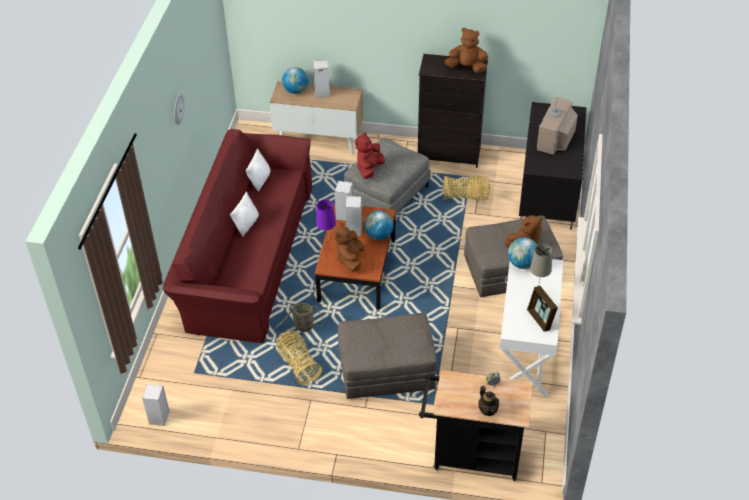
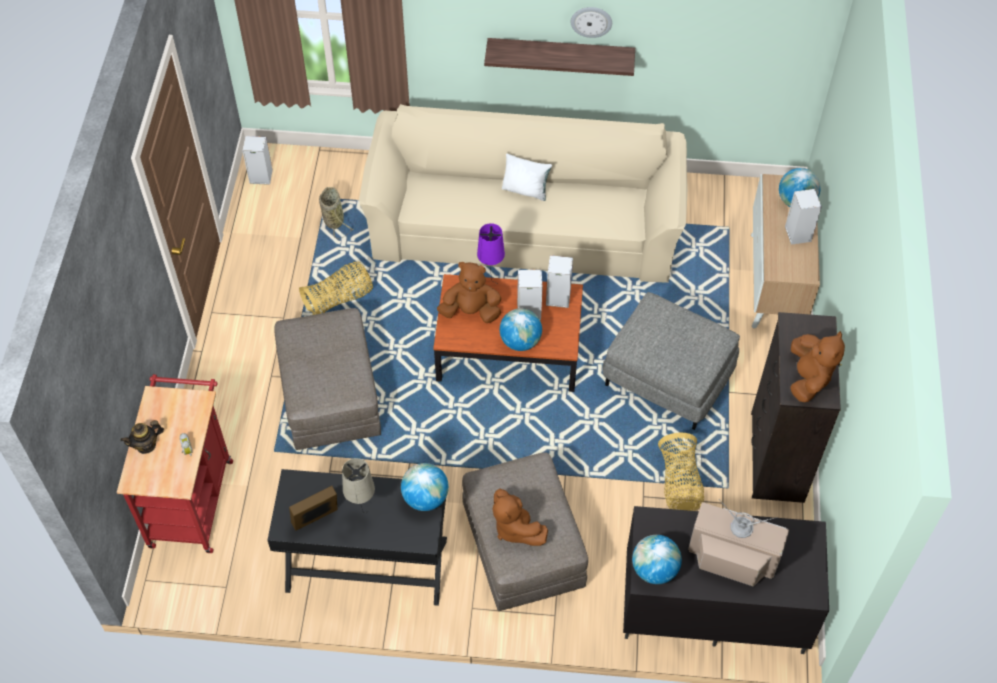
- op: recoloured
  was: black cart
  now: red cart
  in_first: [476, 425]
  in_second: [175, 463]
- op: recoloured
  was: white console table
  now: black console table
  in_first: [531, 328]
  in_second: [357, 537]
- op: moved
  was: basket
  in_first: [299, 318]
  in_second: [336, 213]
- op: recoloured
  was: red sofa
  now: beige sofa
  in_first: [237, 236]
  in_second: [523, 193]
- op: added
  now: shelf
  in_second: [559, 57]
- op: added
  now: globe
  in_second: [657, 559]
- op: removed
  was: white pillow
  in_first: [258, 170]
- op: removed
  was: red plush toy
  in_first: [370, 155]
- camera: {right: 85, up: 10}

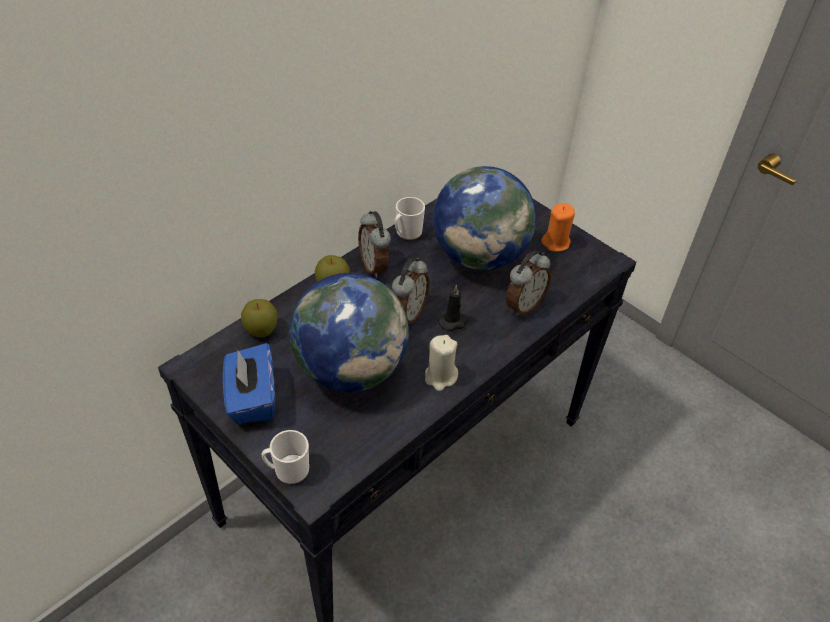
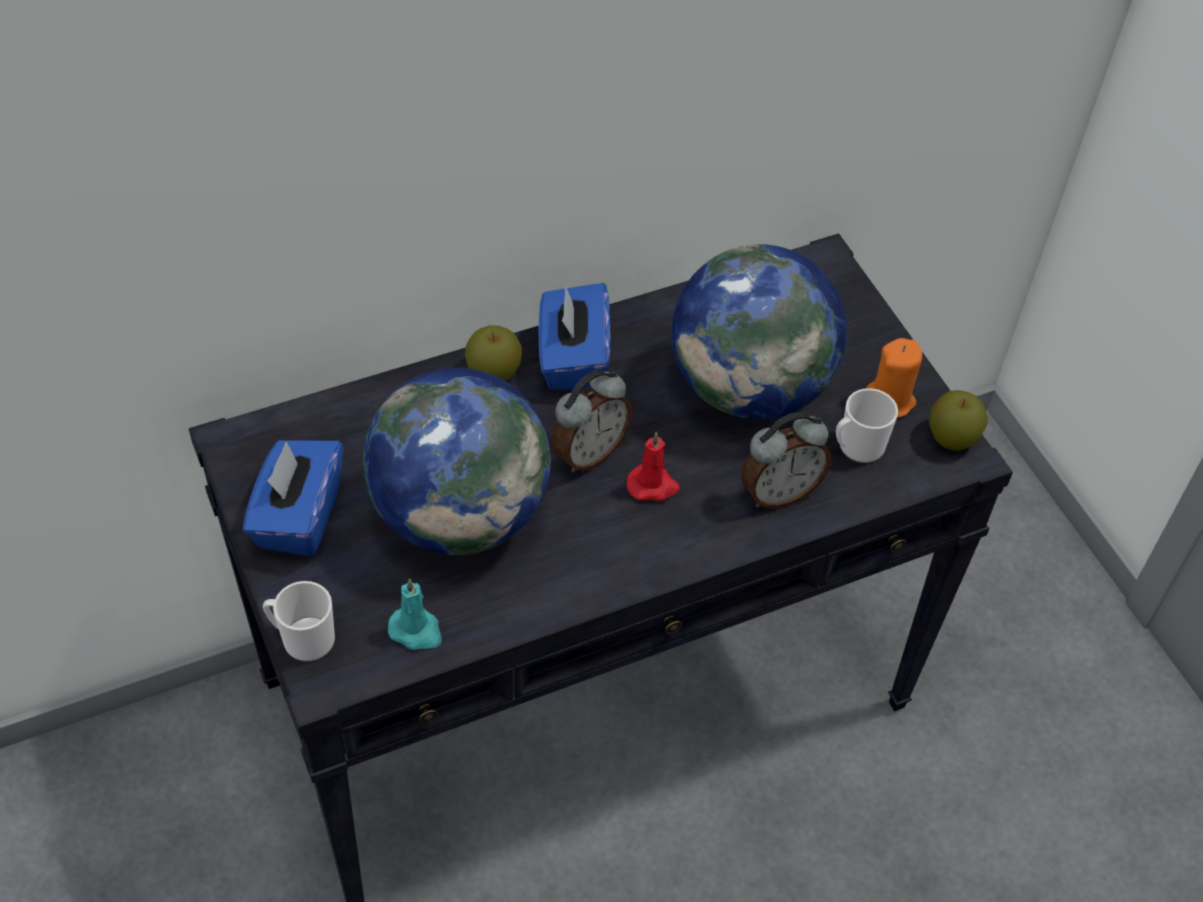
- op: added
  now: turquoise candle
  in_second: [415, 614]
- op: replaced
  was: alarm clock
  now: blue tissue box
  in_first: [374, 244]
  in_second: [574, 336]
- op: recoloured
  was: black candle
  now: red candle
  in_first: [453, 308]
  in_second: [653, 466]
- op: moved
  was: mug
  in_first: [409, 218]
  in_second: [867, 425]
- op: moved
  was: apple
  in_first: [259, 318]
  in_second: [958, 420]
- op: removed
  was: beige candle
  in_first: [441, 363]
- camera: {right: 20, up: 5}

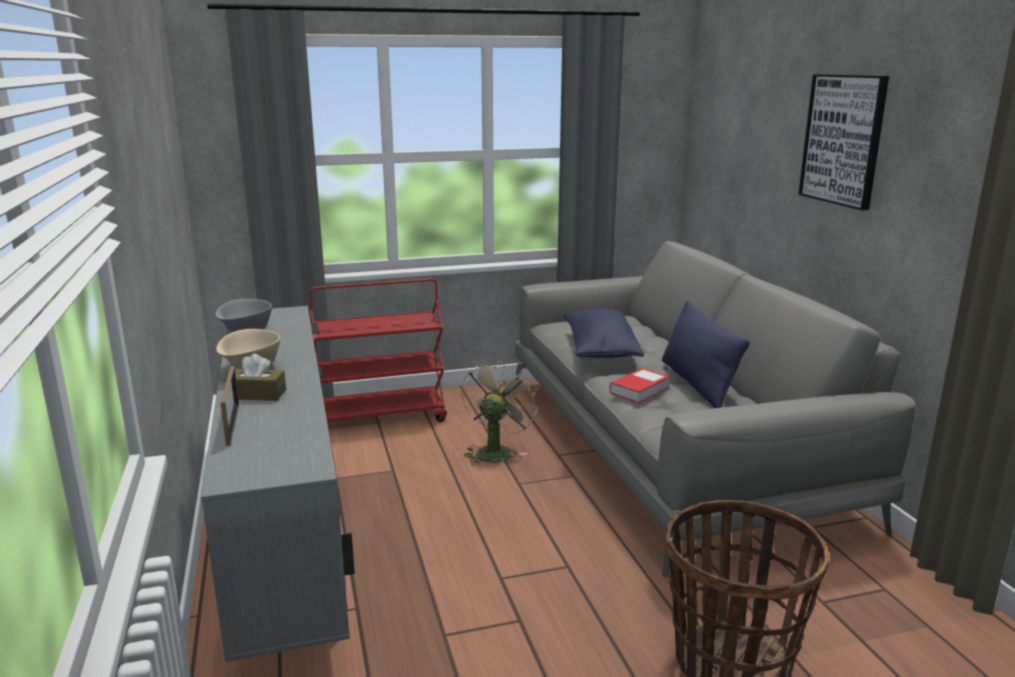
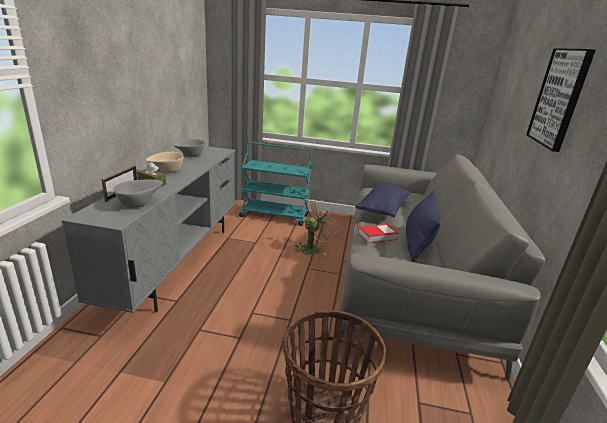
- op: added
  now: grey bowl
  in_second: [138, 194]
- op: recoloured
  was: red cart
  now: turquoise cart
  in_first: [378, 351]
  in_second: [275, 184]
- camera: {right: 25, up: 5}

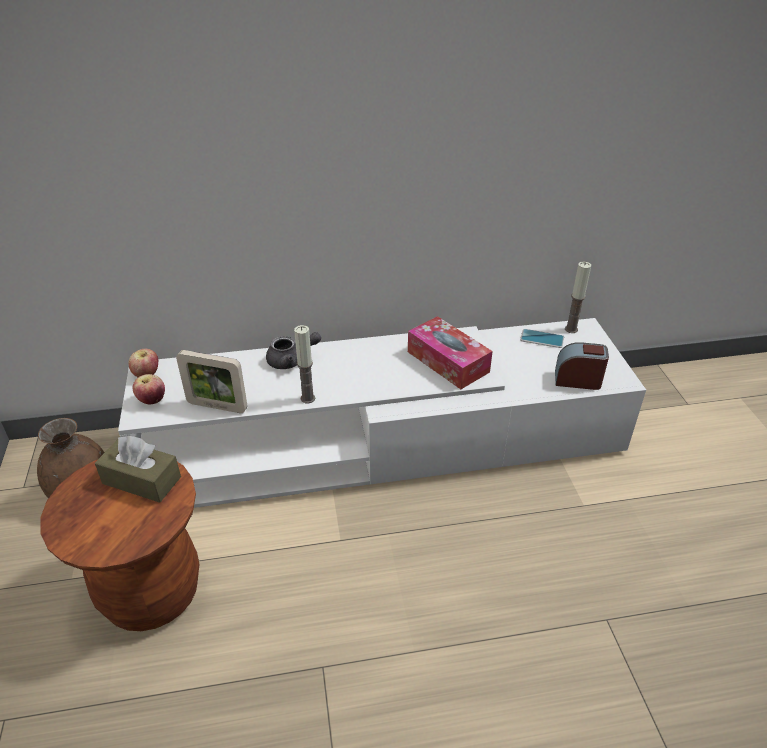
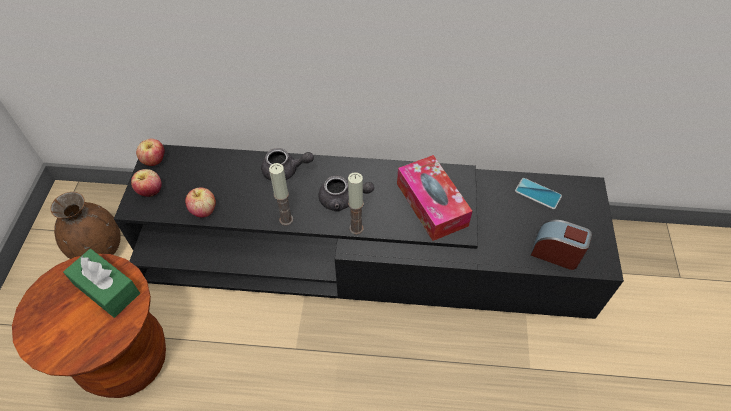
- op: recoloured
  was: brown tissue box
  now: green tissue box
  in_first: [138, 469]
  in_second: [101, 283]
- op: recoloured
  was: white tv stand
  now: black tv stand
  in_first: [382, 413]
  in_second: [369, 232]
- op: replaced
  was: picture frame
  now: apple
  in_first: [211, 381]
  in_second: [200, 202]
- op: added
  now: grey teapot
  in_second: [346, 194]
- op: moved
  was: candle
  in_first: [578, 297]
  in_second: [356, 203]
- camera: {right: 15, up: 15}

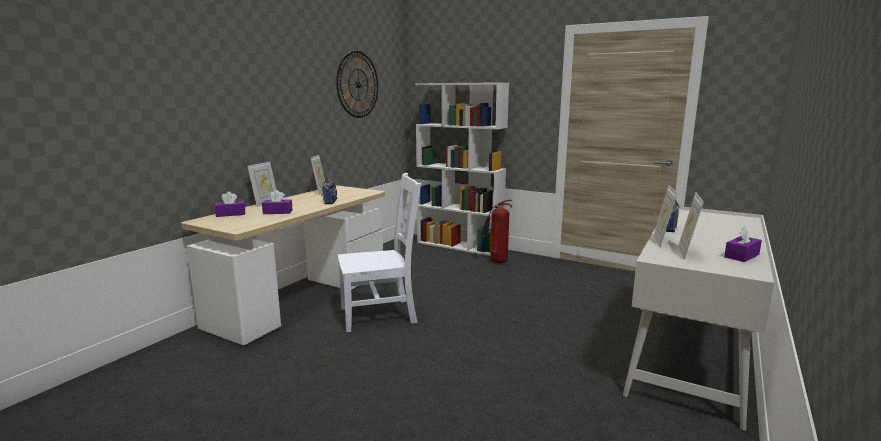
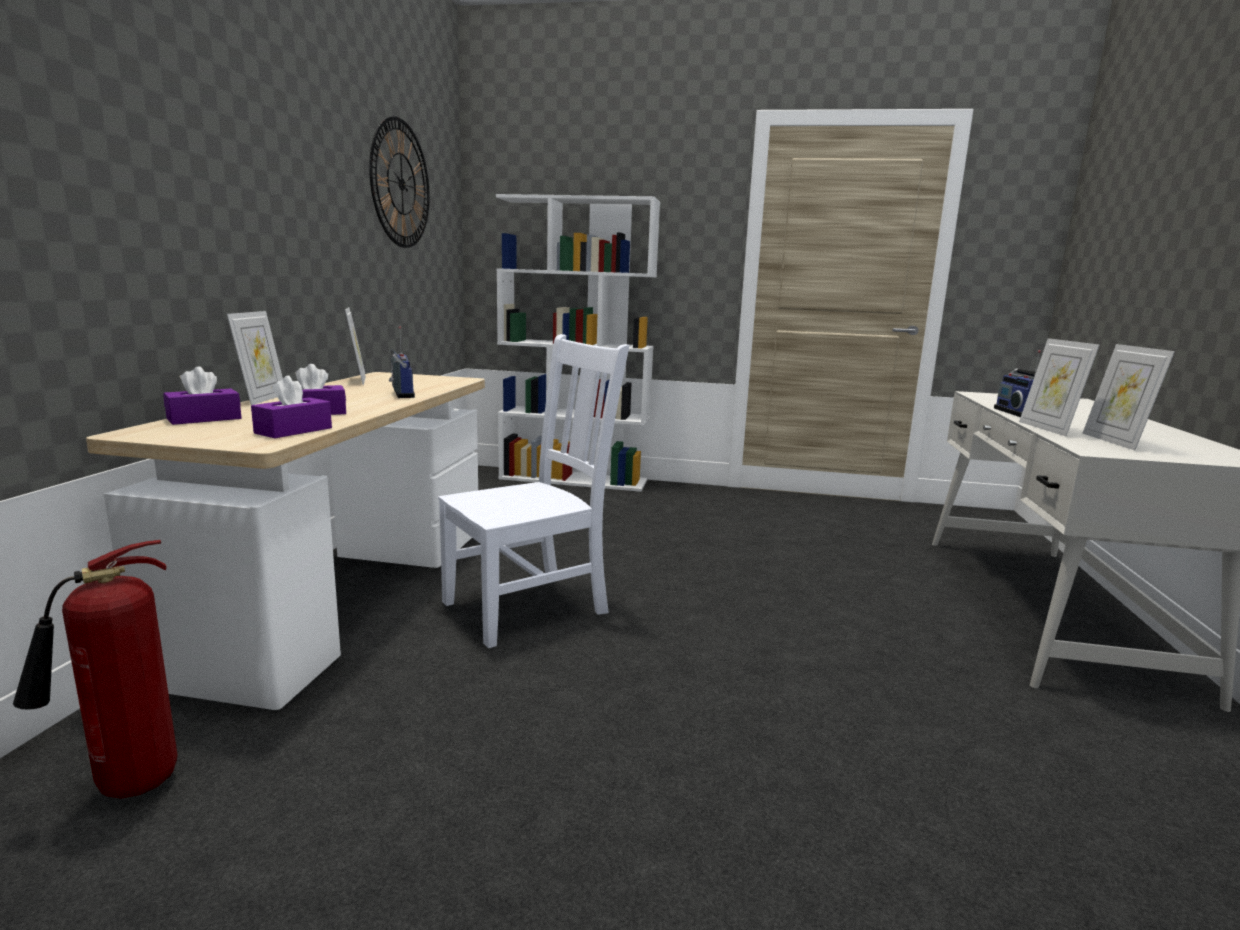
- op: moved
  was: fire extinguisher
  in_first: [496, 231]
  in_second: [95, 669]
- op: moved
  was: purple tissue box
  in_first: [743, 244]
  in_second: [291, 407]
- camera: {right: -20, up: 0}

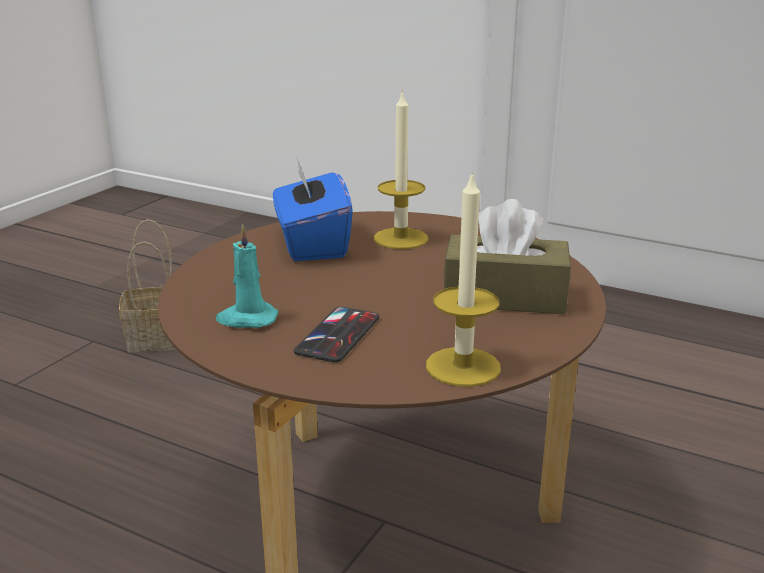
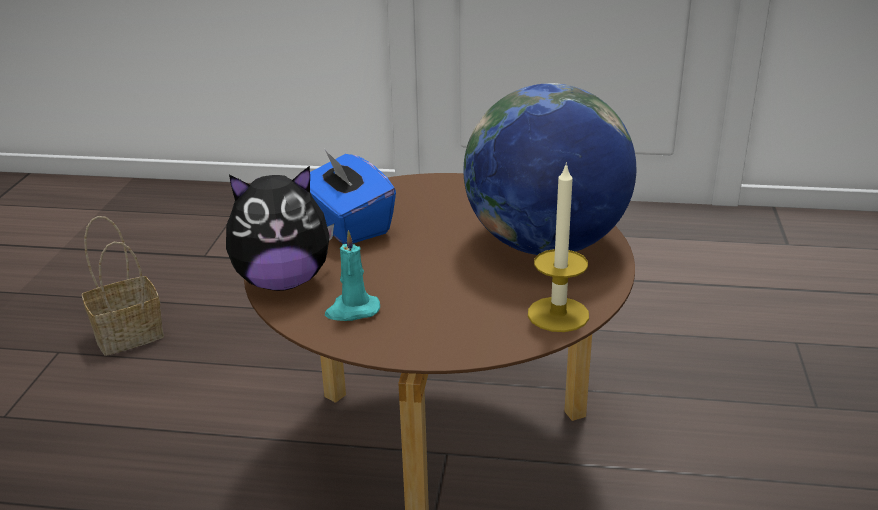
- op: added
  now: plush toy
  in_second: [280, 228]
- op: replaced
  was: brown tissue box
  now: globe
  in_first: [507, 256]
  in_second: [549, 169]
- op: removed
  was: phone
  in_first: [336, 335]
- op: removed
  was: candle
  in_first: [401, 169]
- camera: {right: -20, up: 5}

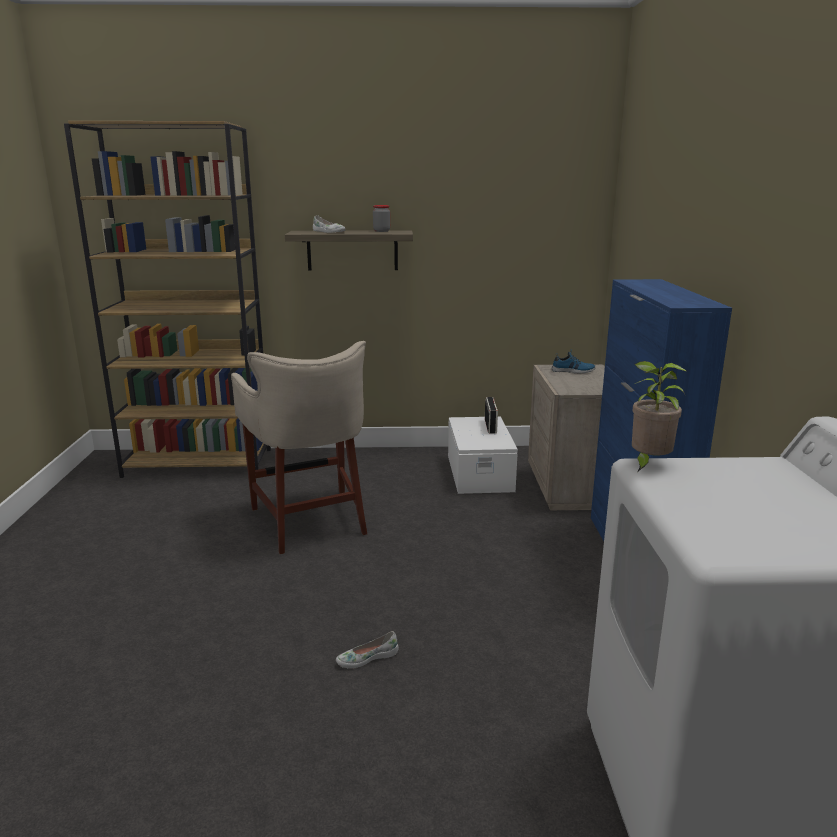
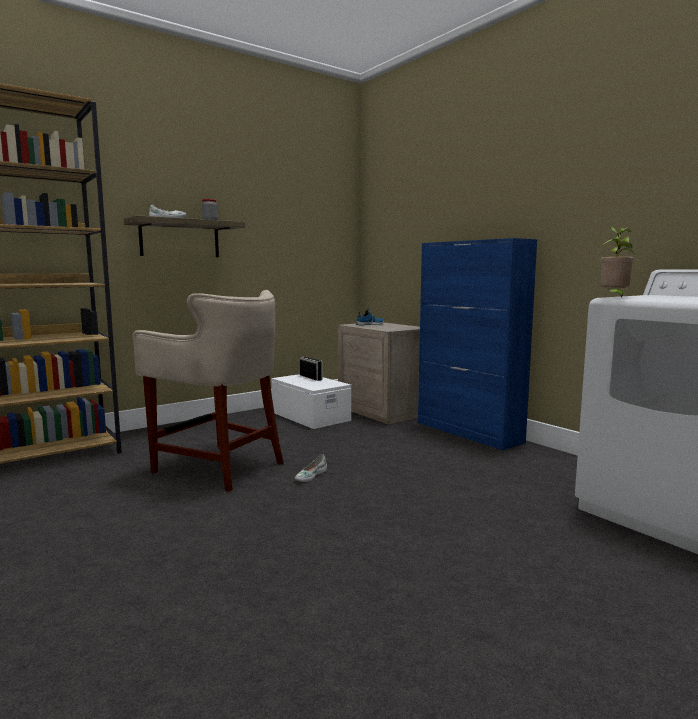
- op: moved
  was: white shoe
  in_first: [367, 649]
  in_second: [311, 468]
- camera: {right: -35, up: -10}

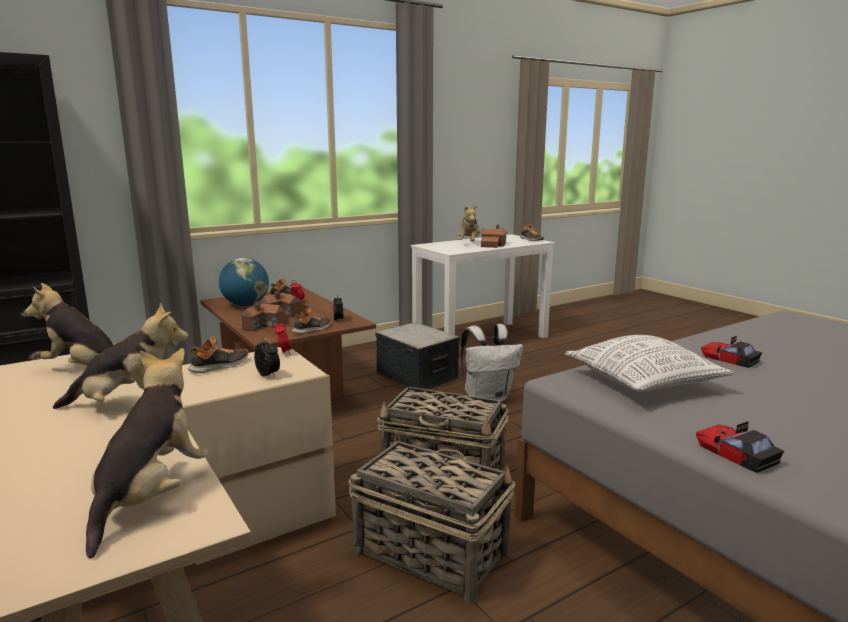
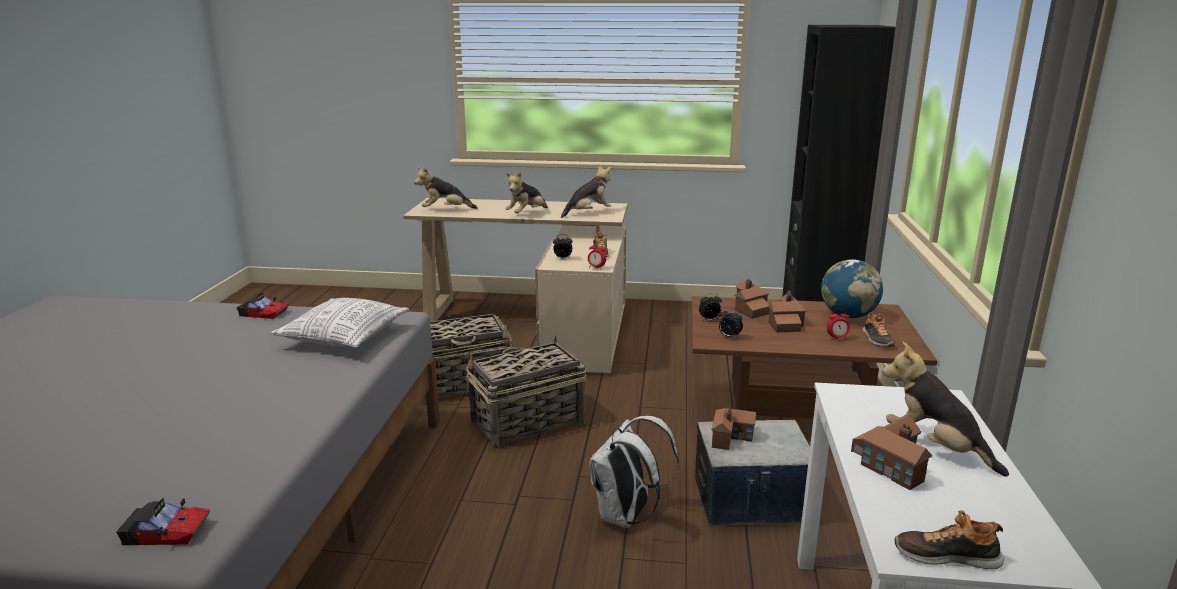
- op: moved
  was: toy car
  in_first: [731, 352]
  in_second: [163, 521]
- op: turned
  was: plush toy
  in_first: [147, 453]
  in_second: [446, 188]
  clockwise: 120
- op: replaced
  was: shoe
  now: alarm clock
  in_first: [311, 320]
  in_second: [710, 307]
- op: added
  now: toy house
  in_second: [733, 429]
- camera: {right: 130, up: 5}

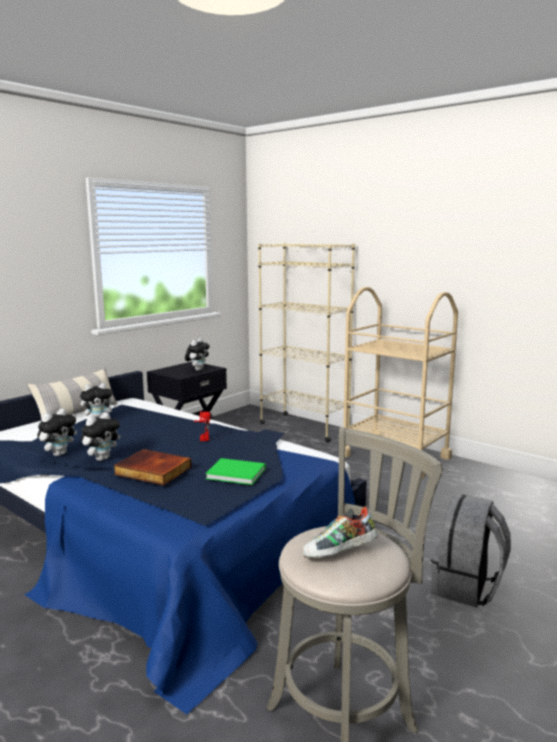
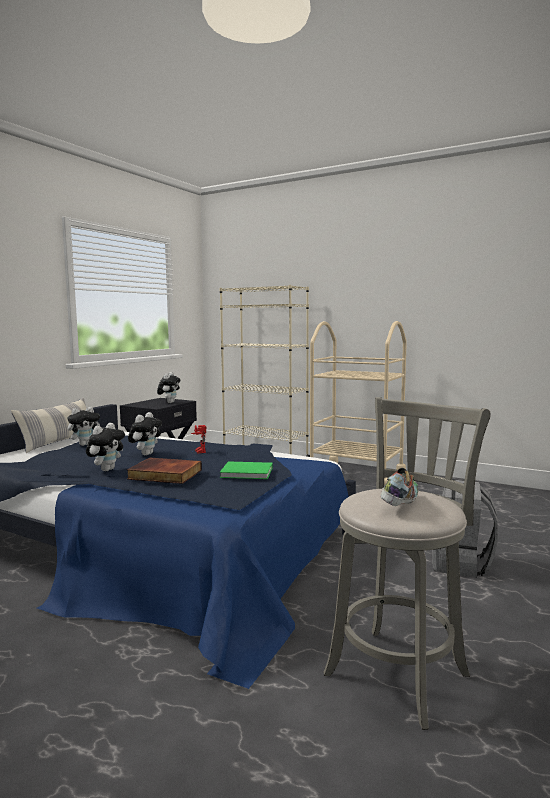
- op: moved
  was: plush toy
  in_first: [57, 432]
  in_second: [145, 434]
- op: turned
  was: shoe
  in_first: [340, 532]
  in_second: [399, 487]
  clockwise: 150
- camera: {right: -10, up: -5}

